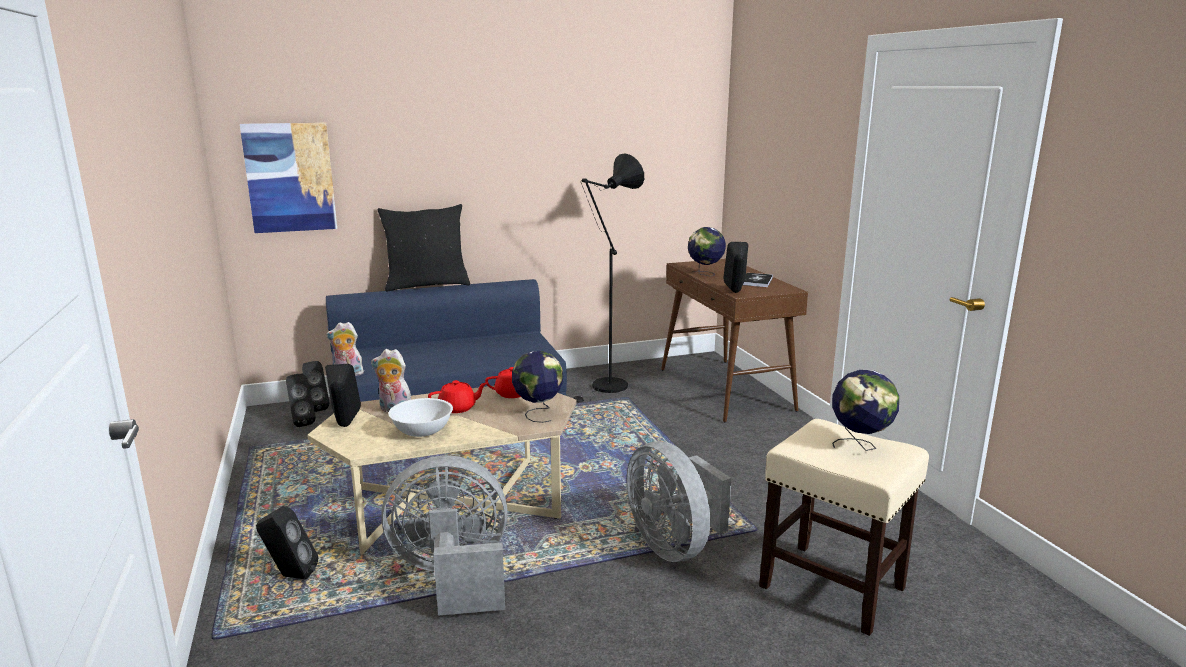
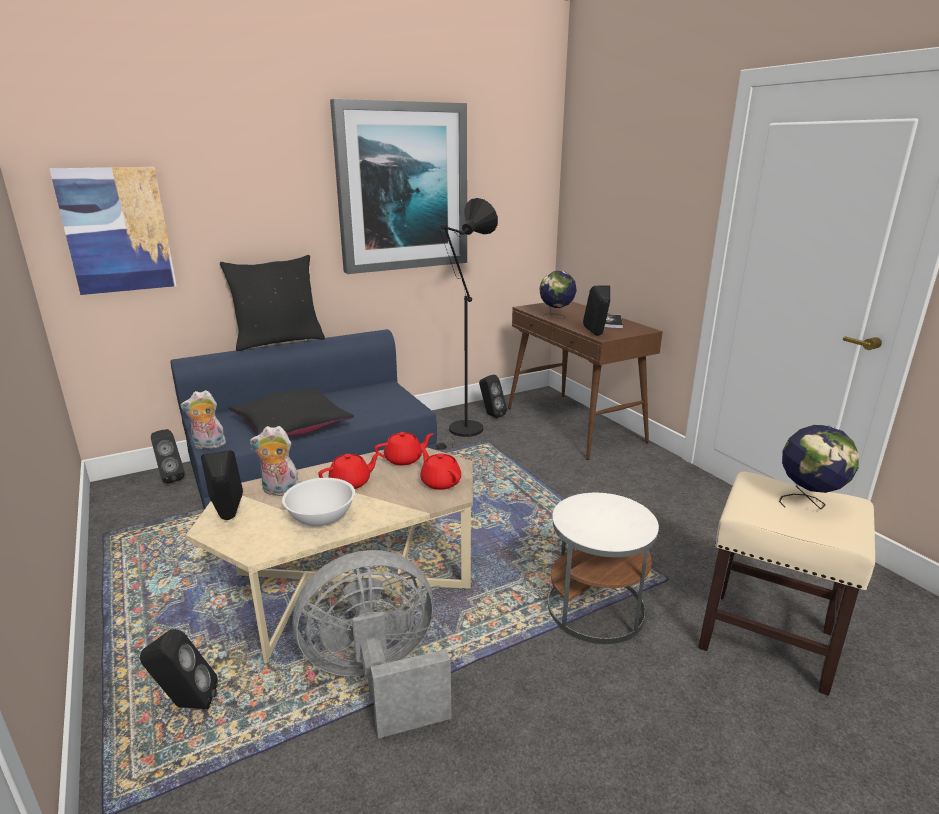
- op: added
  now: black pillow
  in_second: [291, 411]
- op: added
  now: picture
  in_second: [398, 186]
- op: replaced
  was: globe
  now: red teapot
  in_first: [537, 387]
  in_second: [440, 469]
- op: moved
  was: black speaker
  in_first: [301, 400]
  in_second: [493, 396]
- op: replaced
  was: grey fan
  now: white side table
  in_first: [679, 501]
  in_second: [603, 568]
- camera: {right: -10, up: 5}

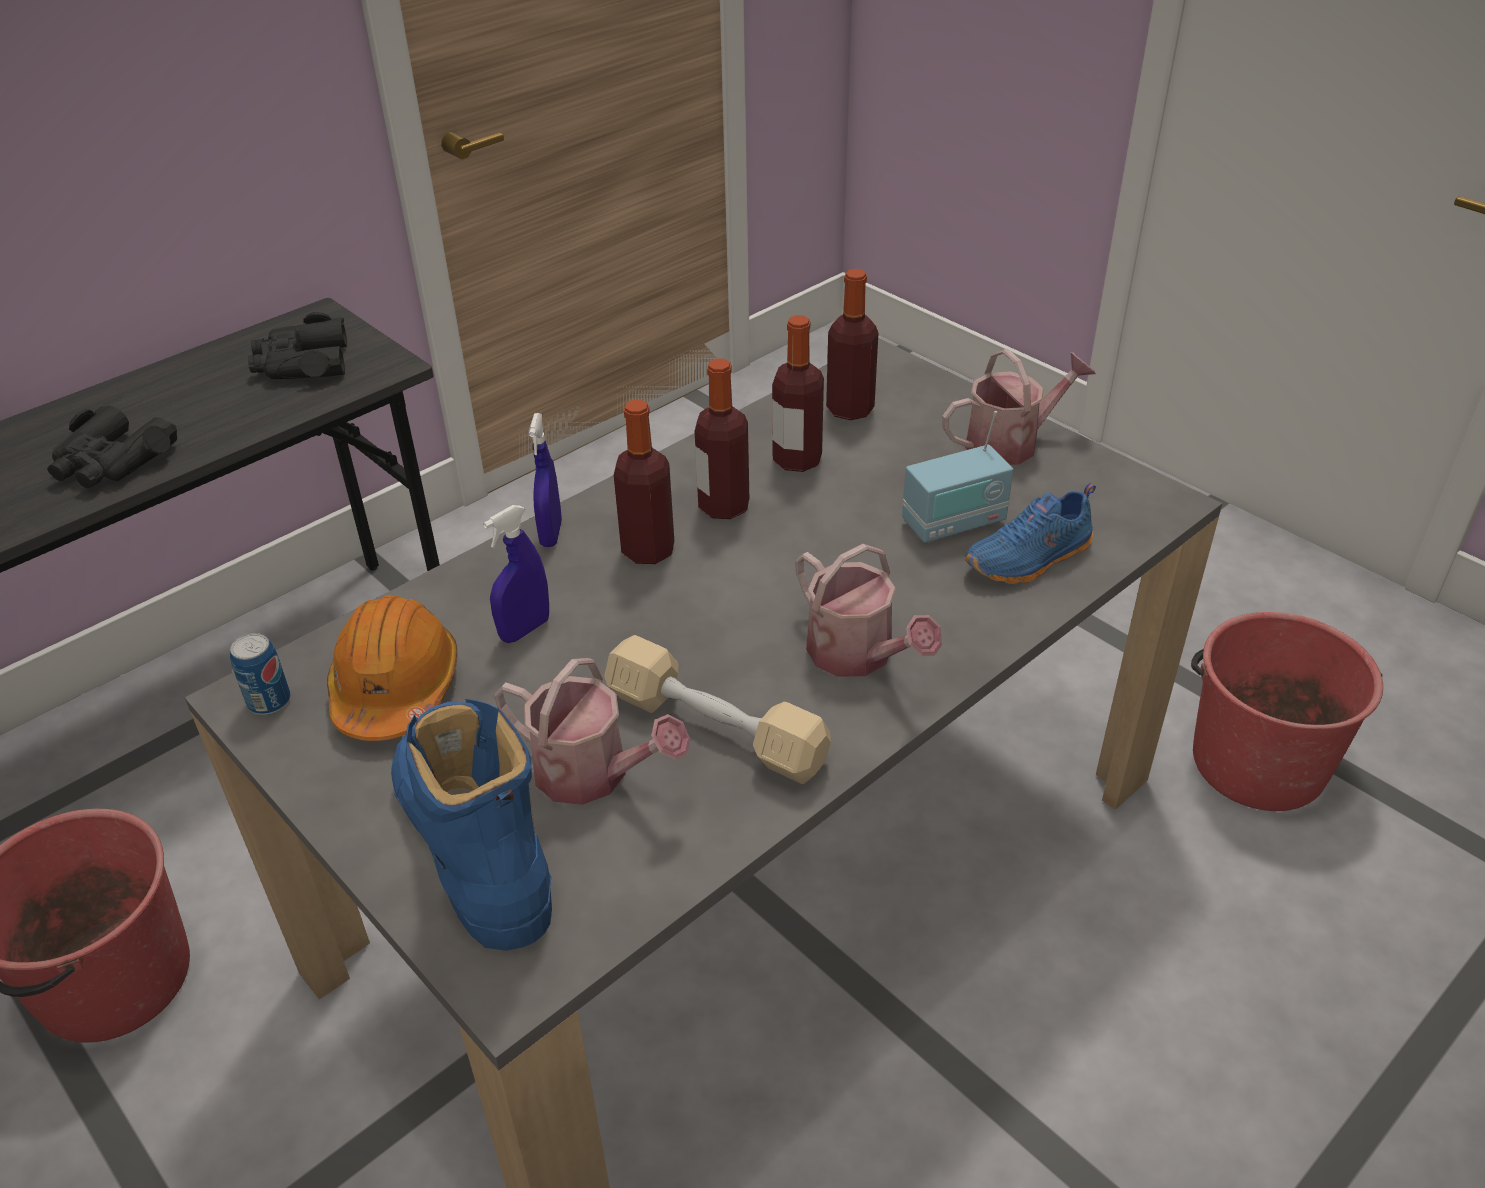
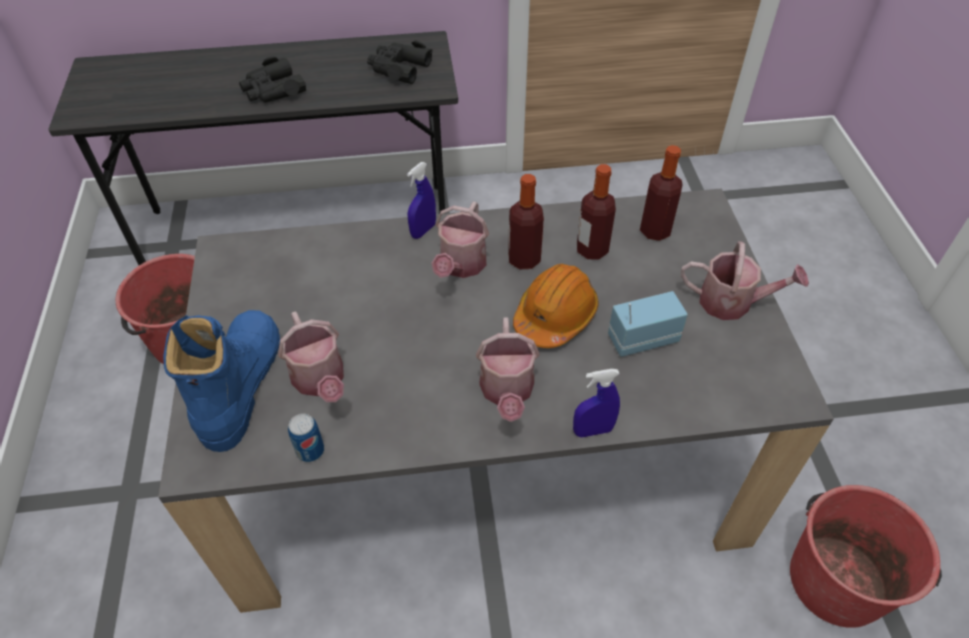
- op: moved
  was: can
  in_first: [260, 674]
  in_second: [306, 437]
- op: replaced
  was: bottle
  now: watering can
  in_first: [644, 482]
  in_second: [460, 240]
- op: moved
  was: orange hard hat
  in_first: [392, 668]
  in_second: [555, 306]
- op: moved
  was: blue spray bottle
  in_first: [516, 574]
  in_second: [596, 403]
- op: turned
  was: radio
  in_first: [957, 477]
  in_second: [648, 324]
  clockwise: 150
- op: removed
  was: beige dumbbell
  in_first: [717, 709]
- op: removed
  was: blue shoe
  in_first: [1030, 533]
- camera: {right: 35, up: 10}

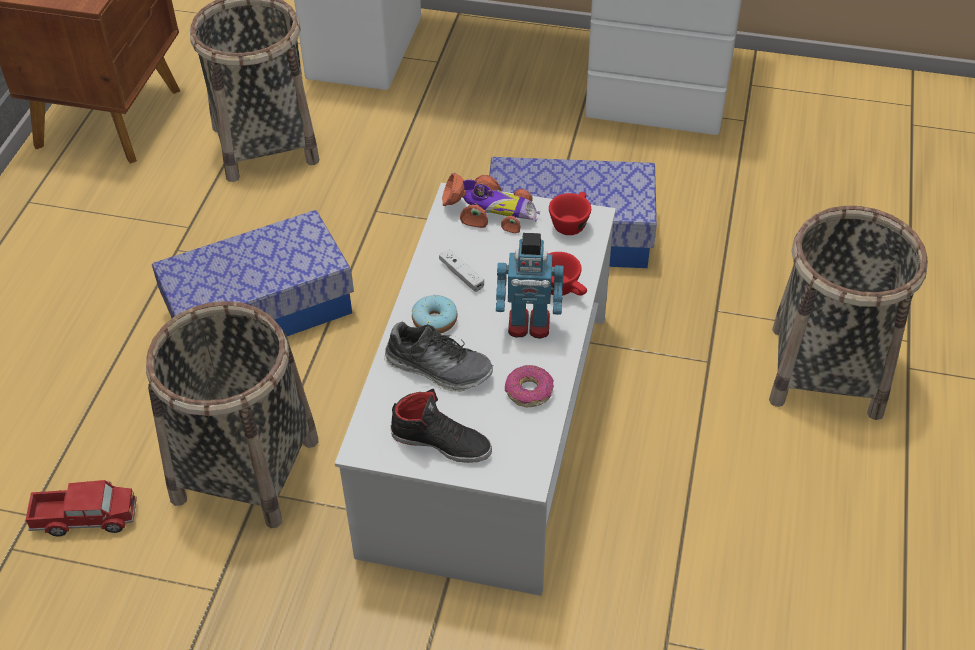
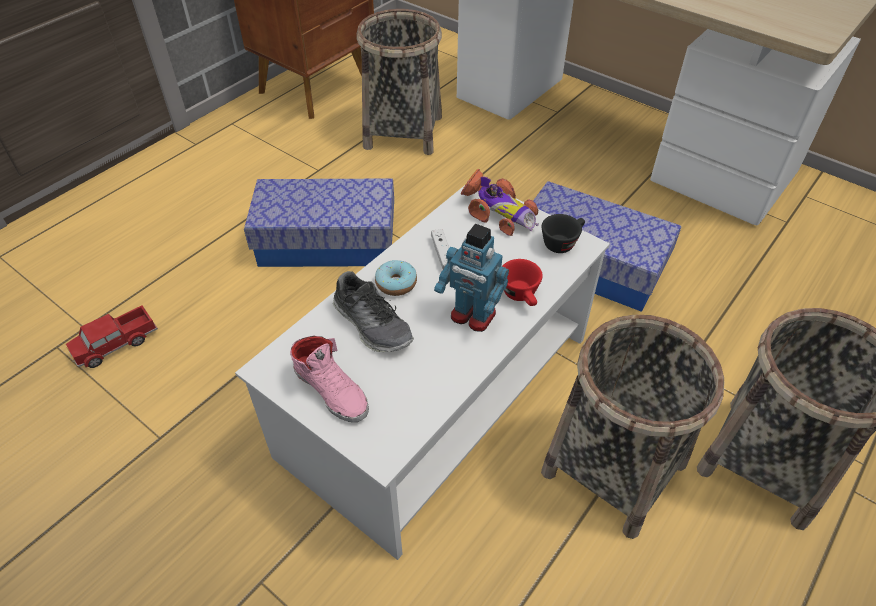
- op: turned
  was: toy truck
  in_first: [81, 508]
  in_second: [112, 337]
  clockwise: 120
- op: recoloured
  was: black shoe
  now: pink shoe
  in_first: [441, 426]
  in_second: [329, 379]
- op: moved
  was: basket
  in_first: [232, 414]
  in_second: [632, 427]
- op: recoloured
  was: red cup
  now: black cup
  in_first: [570, 213]
  in_second: [563, 233]
- op: removed
  was: donut
  in_first: [529, 386]
- camera: {right: 25, up: 0}

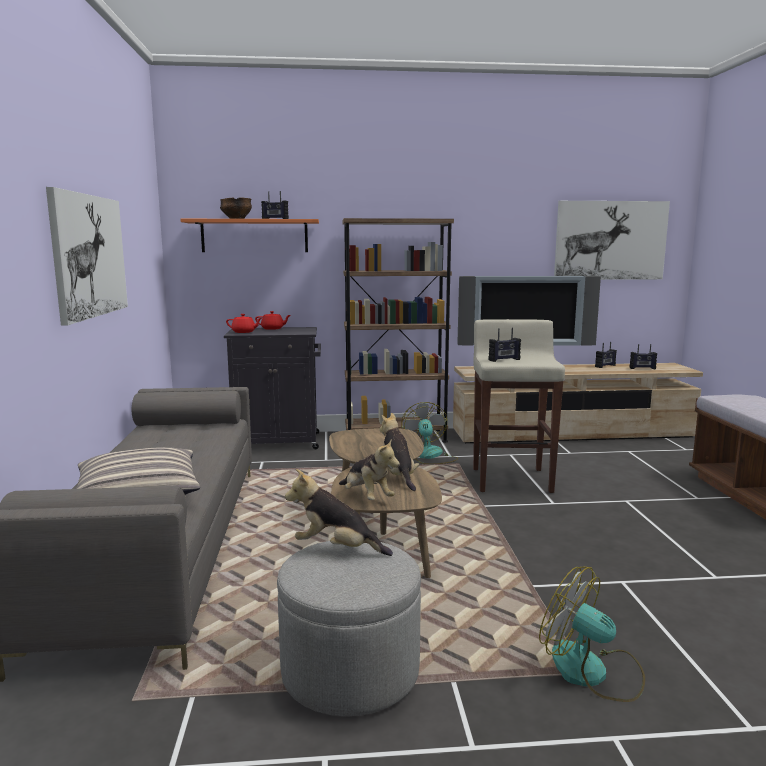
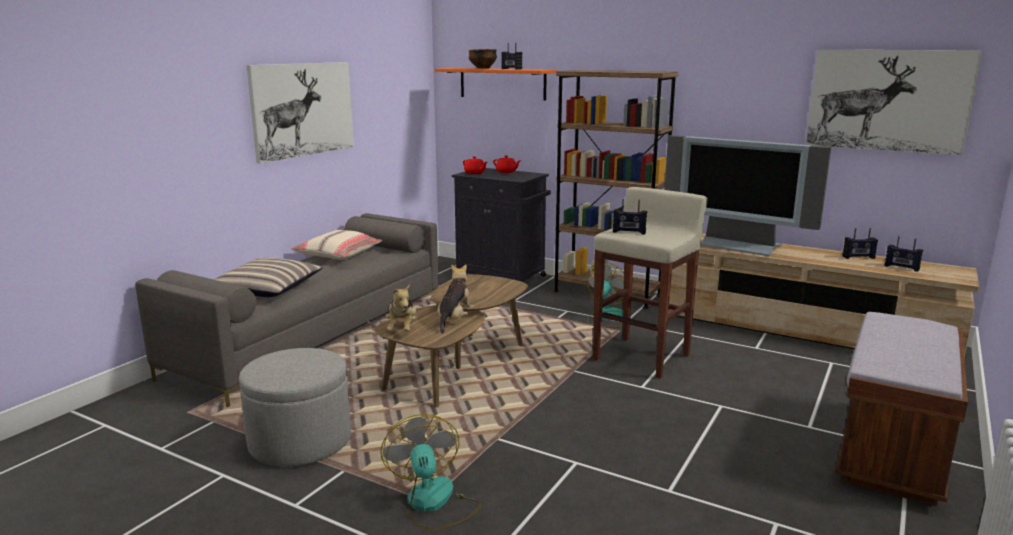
- op: added
  now: beige pillow
  in_second: [336, 245]
- op: removed
  was: plush toy
  in_first: [339, 512]
- camera: {right: 35, up: 5}

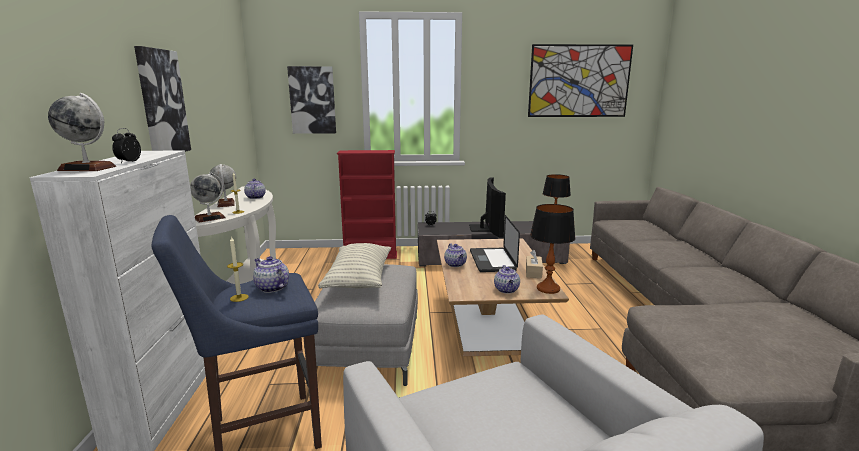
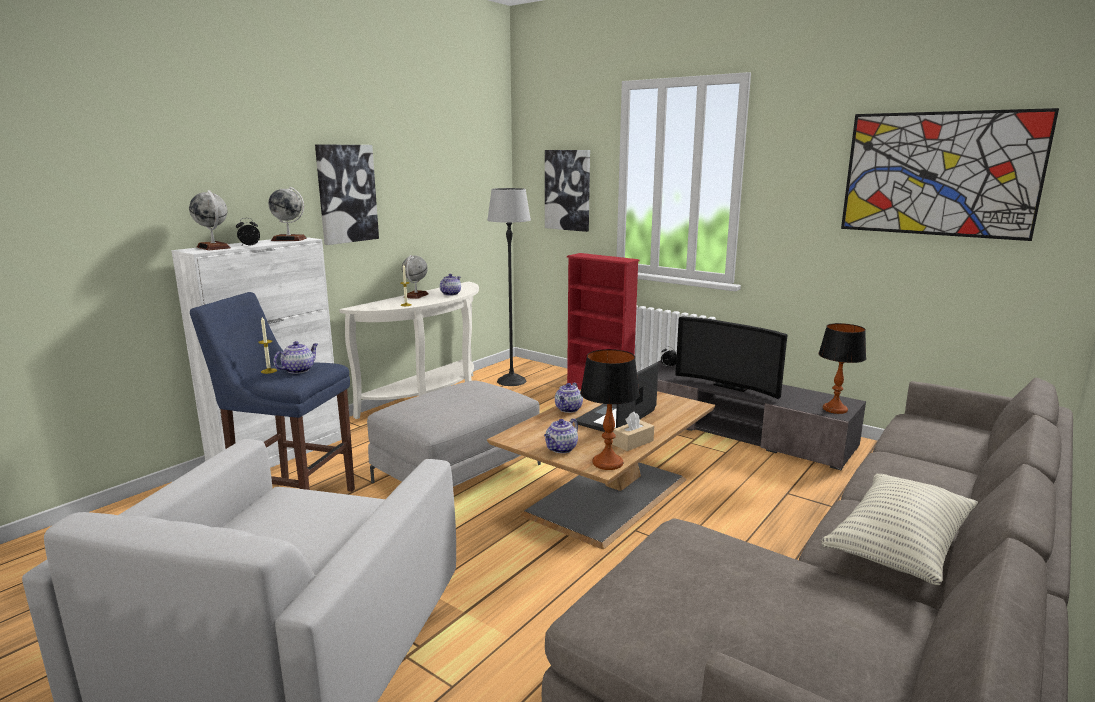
- op: moved
  was: globe
  in_first: [208, 197]
  in_second: [287, 214]
- op: turned
  was: teapot
  in_first: [271, 274]
  in_second: [295, 357]
  clockwise: 45
- op: added
  now: floor lamp
  in_second: [509, 287]
- op: turned
  was: television
  in_first: [487, 207]
  in_second: [731, 358]
  clockwise: 90
- op: moved
  was: pillow
  in_first: [354, 266]
  in_second: [899, 529]
- camera: {right: 40, up: 0}

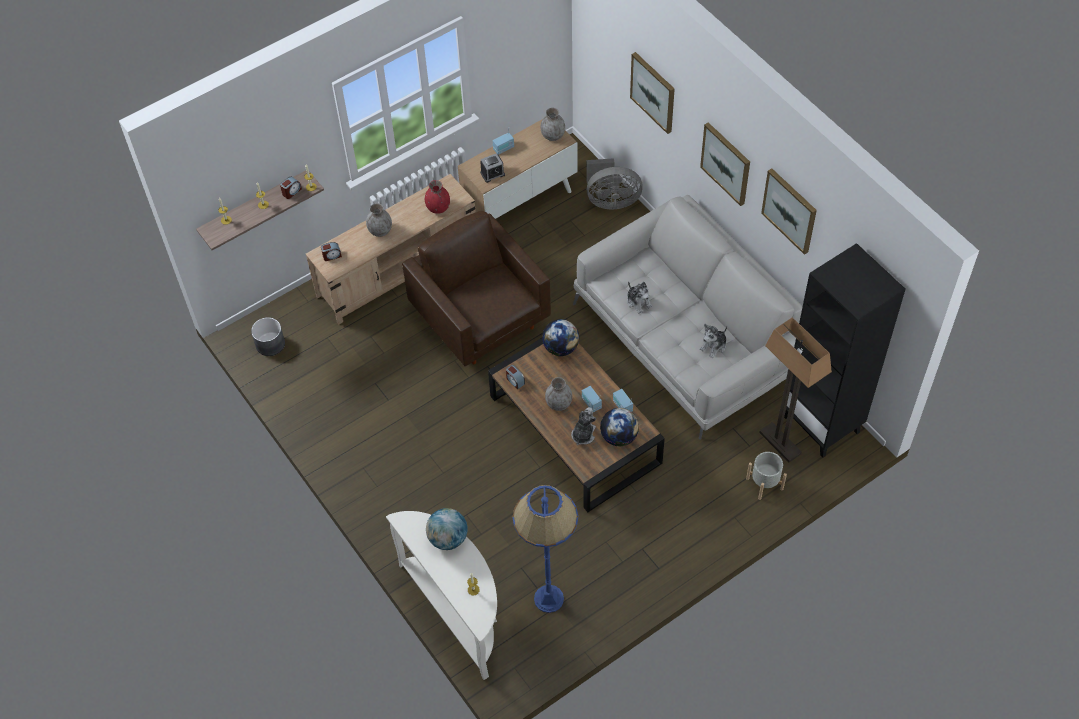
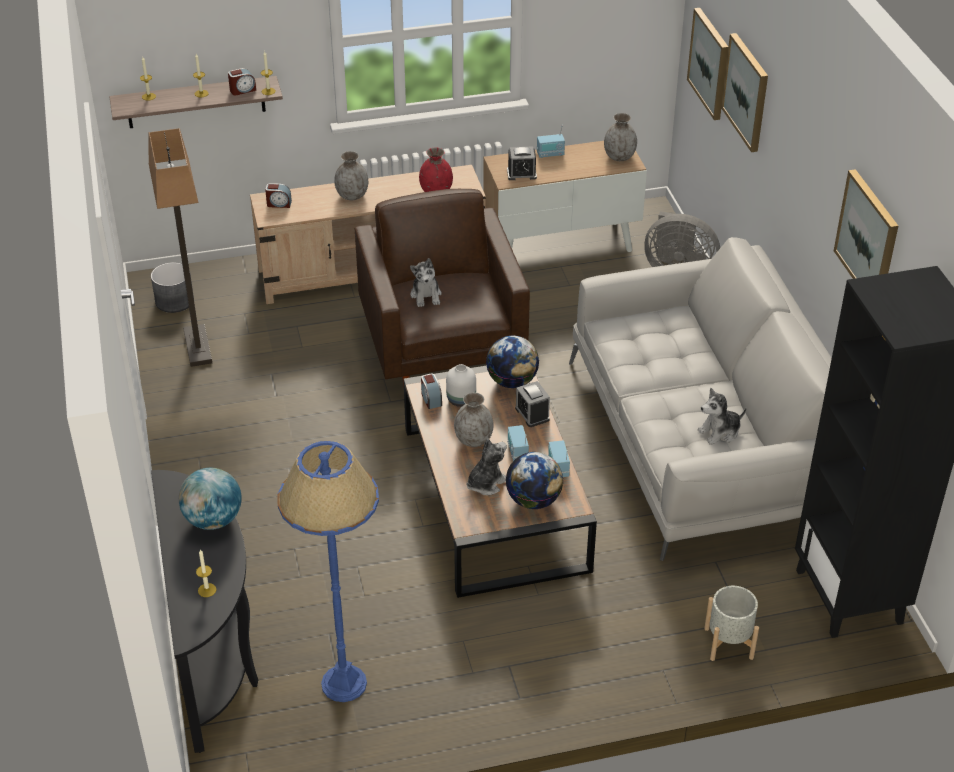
- op: moved
  was: floor lamp
  in_first: [795, 390]
  in_second: [180, 247]
- op: recoloured
  was: white console table
  now: black console table
  in_first: [441, 595]
  in_second: [204, 611]
- op: moved
  was: plush toy
  in_first: [639, 297]
  in_second: [426, 282]
- op: added
  now: white vase
  in_second: [461, 385]
- op: added
  now: alarm clock
  in_second: [532, 404]
- op: moved
  was: picture
  in_first: [725, 164]
  in_second: [707, 64]
- camera: {right: 20, up: -15}

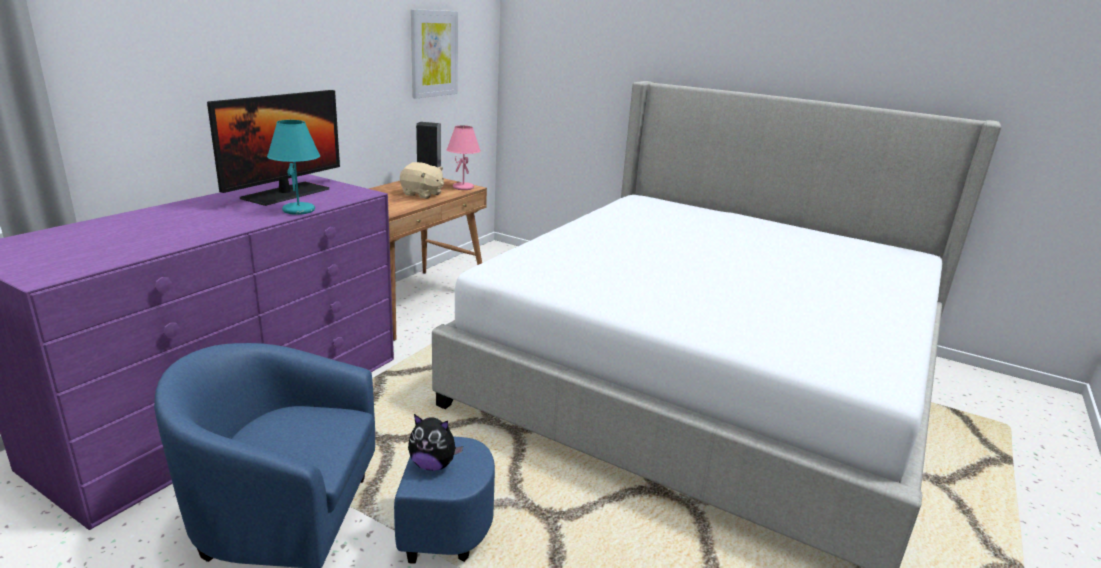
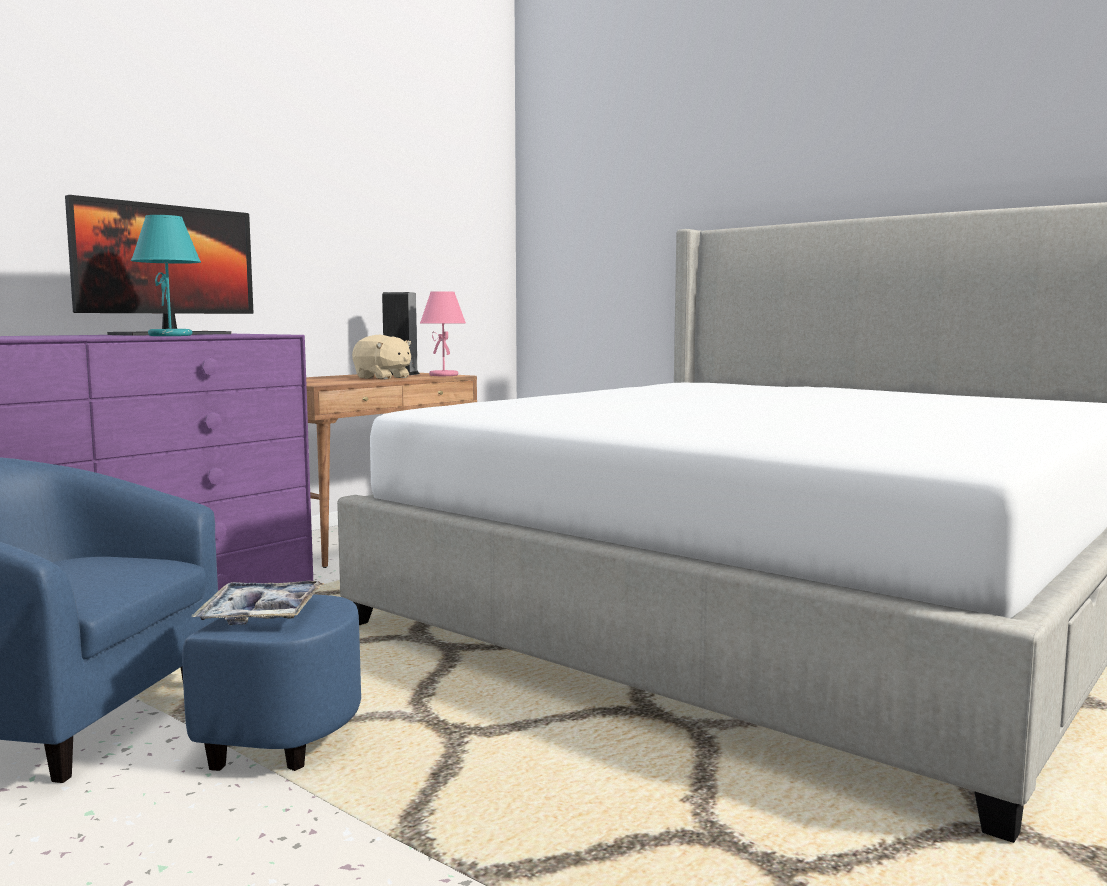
- op: replaced
  was: plush toy
  now: tray
  in_first: [435, 442]
  in_second: [258, 603]
- op: removed
  was: picture
  in_first: [434, 54]
- camera: {right: 10, up: -15}

